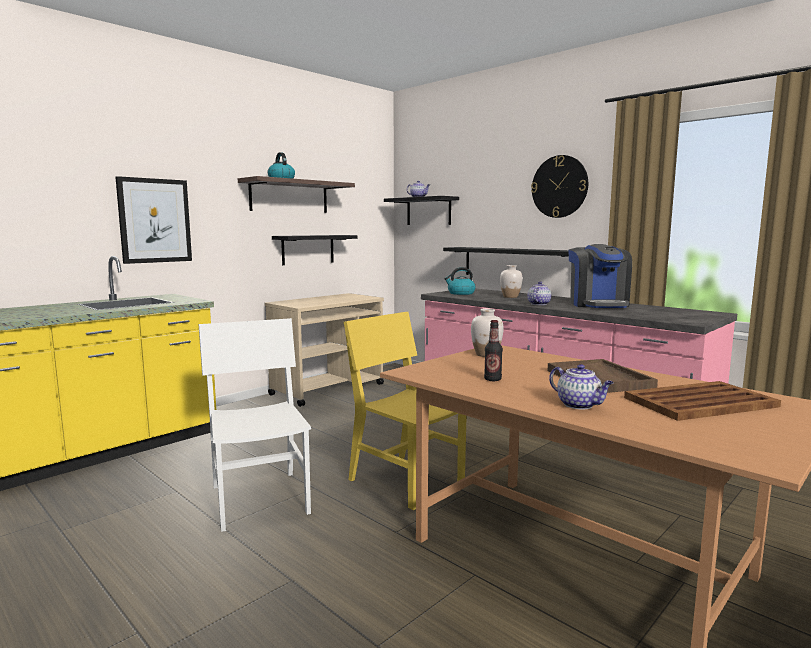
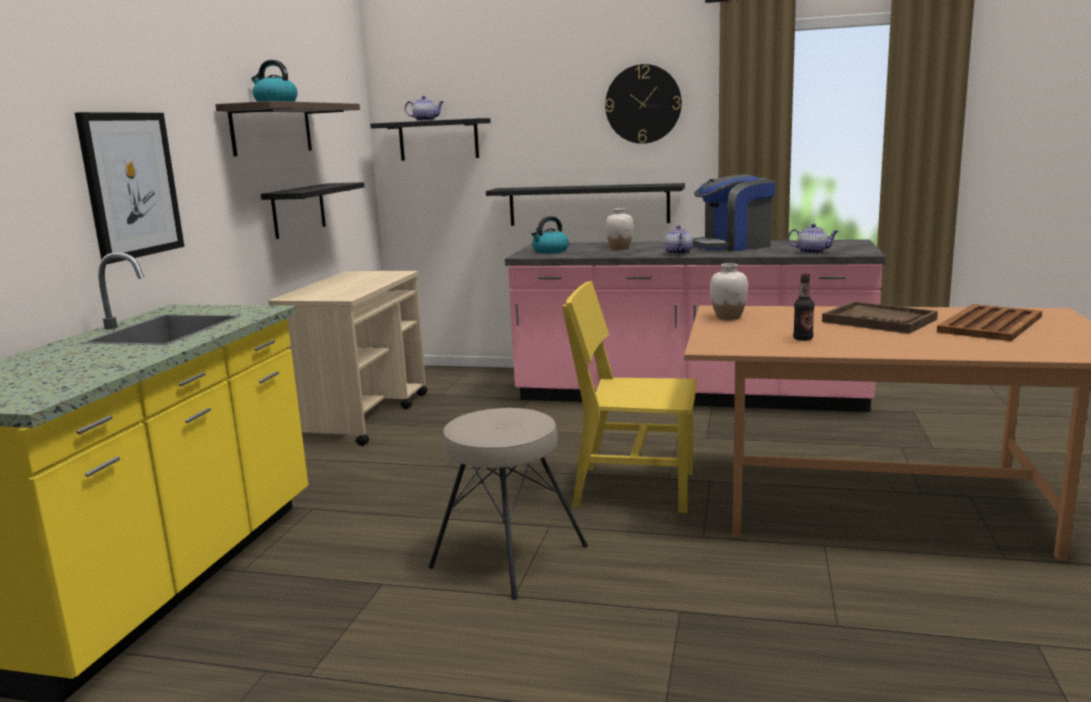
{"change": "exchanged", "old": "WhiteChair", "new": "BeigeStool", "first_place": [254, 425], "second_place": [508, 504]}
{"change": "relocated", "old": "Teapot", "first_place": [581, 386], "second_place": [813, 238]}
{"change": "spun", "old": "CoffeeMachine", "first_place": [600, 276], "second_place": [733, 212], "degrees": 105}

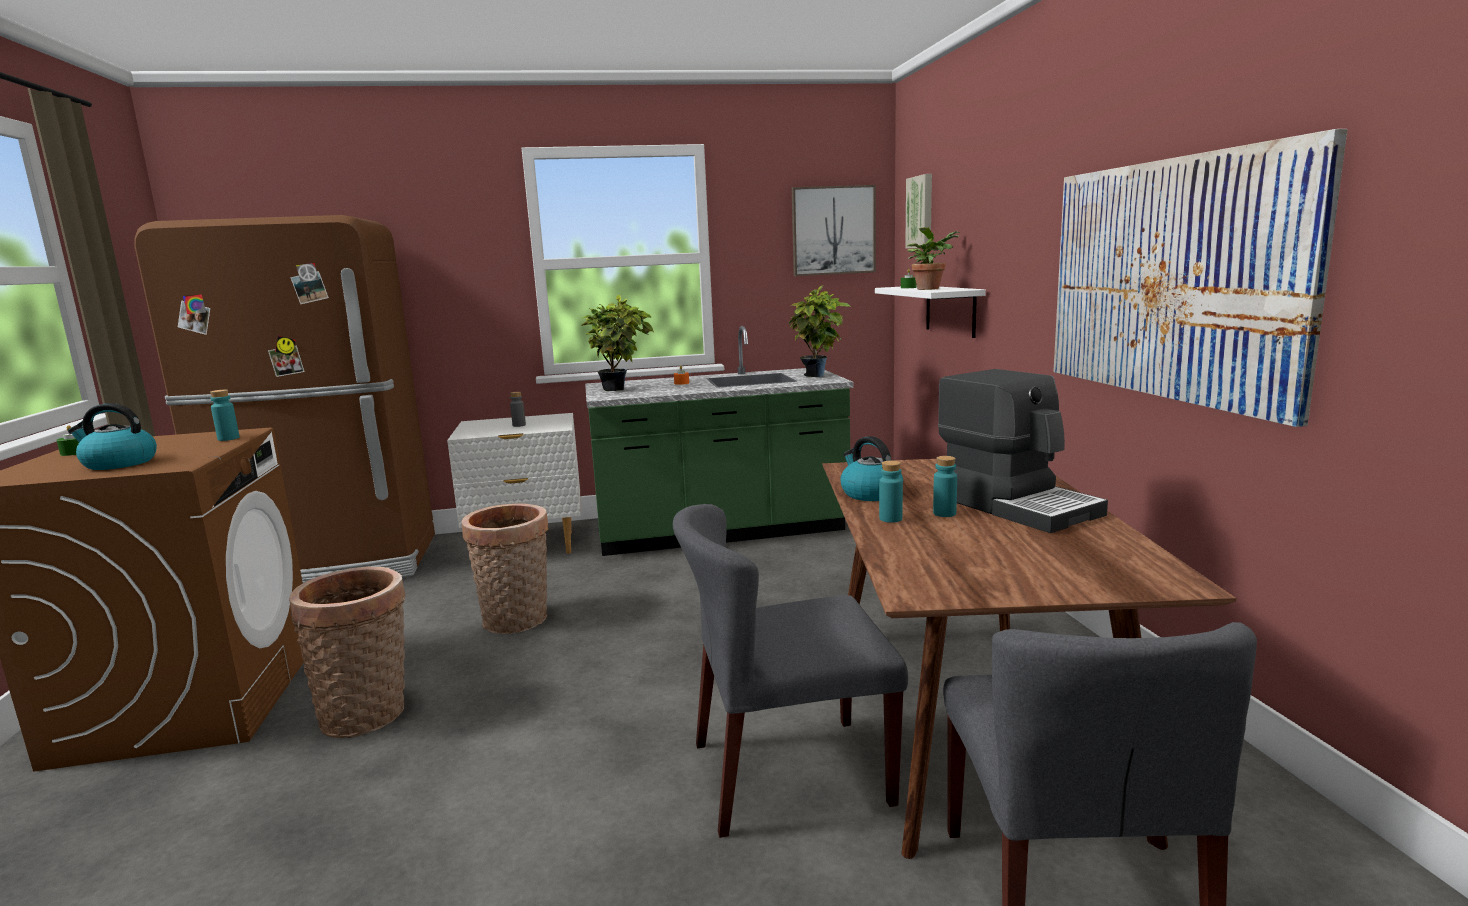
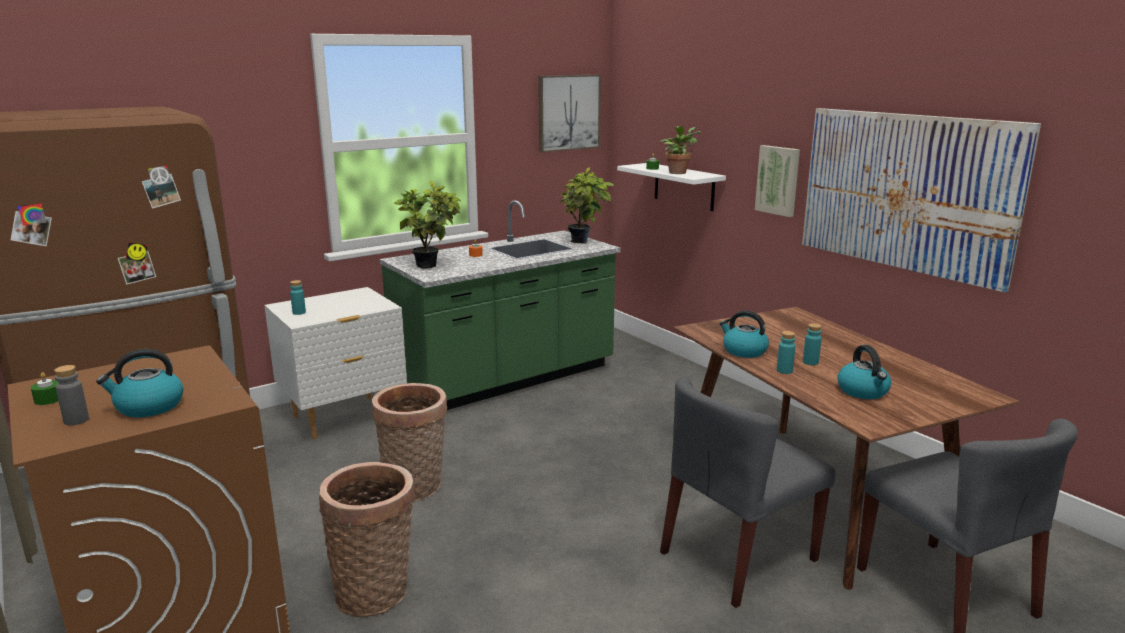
{"change": "relocated", "old": "TurquoiseBottle", "first_place": [224, 415], "second_place": [298, 297]}
{"change": "relocated", "old": "GreyBottle", "first_place": [518, 409], "second_place": [71, 395]}
{"change": "relocated", "old": "Picture", "first_place": [918, 211], "second_place": [777, 181]}
{"change": "missing", "old": "CoffeeMachine", "first_place": [1023, 451]}
{"change": "appeared", "new": "Kettle", "second_place": [864, 372]}

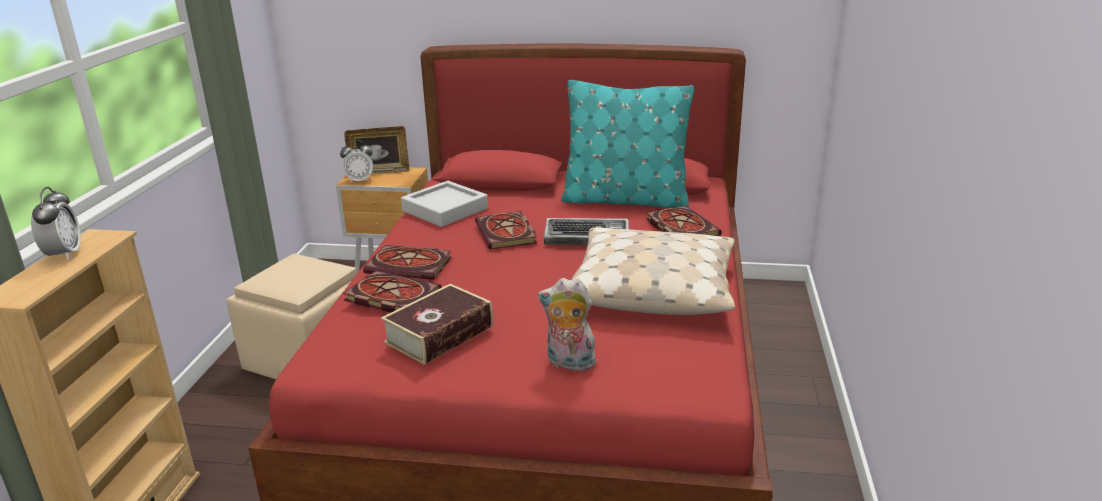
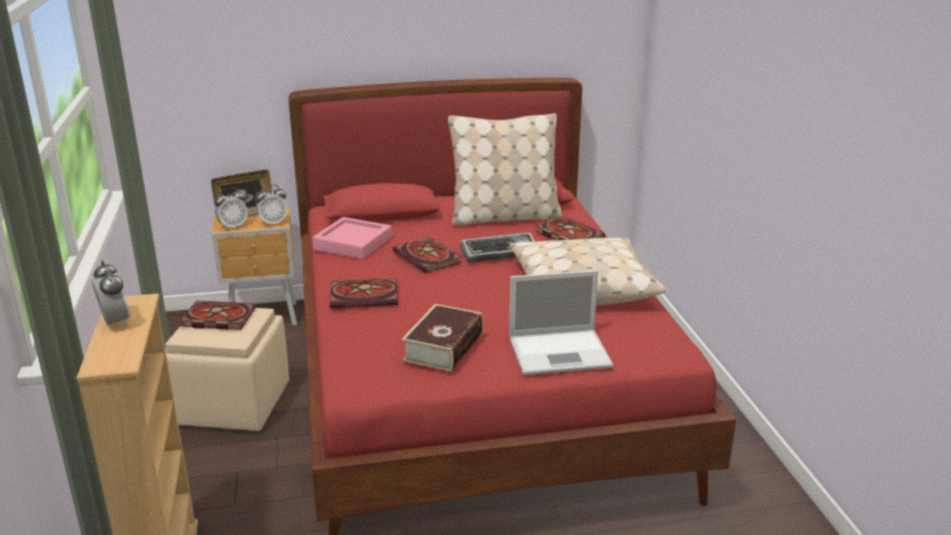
{"change": "relocated", "old": "Book", "first_place": [392, 291], "second_place": [218, 315]}
{"change": "colour", "old": "GreyTray", "new": "PinkTray", "first_place": [444, 204], "second_place": [352, 238]}
{"change": "exchanged", "old": "PlushToy", "new": "Laptop", "first_place": [568, 324], "second_place": [561, 322]}
{"change": "colour", "old": "TurquoisePillow", "new": "BeigePillow", "first_place": [627, 144], "second_place": [505, 169]}
{"change": "appeared", "new": "AlarmClock", "second_place": [271, 205]}

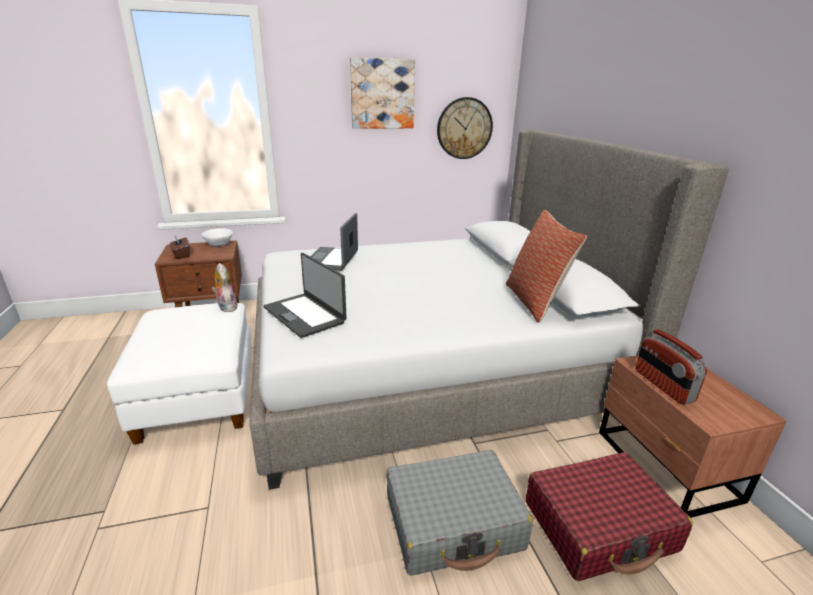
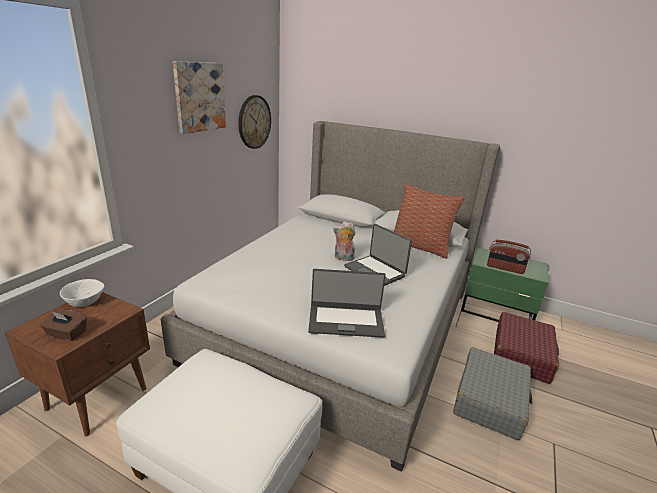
{"change": "relocated", "old": "PlushToy", "first_place": [225, 287], "second_place": [344, 241]}
{"change": "relocated", "old": "Laptop", "first_place": [334, 241], "second_place": [378, 255]}
{"change": "colour", "old": "BrownNightstand", "new": "GreenNightstand", "first_place": [693, 436], "second_place": [504, 285]}

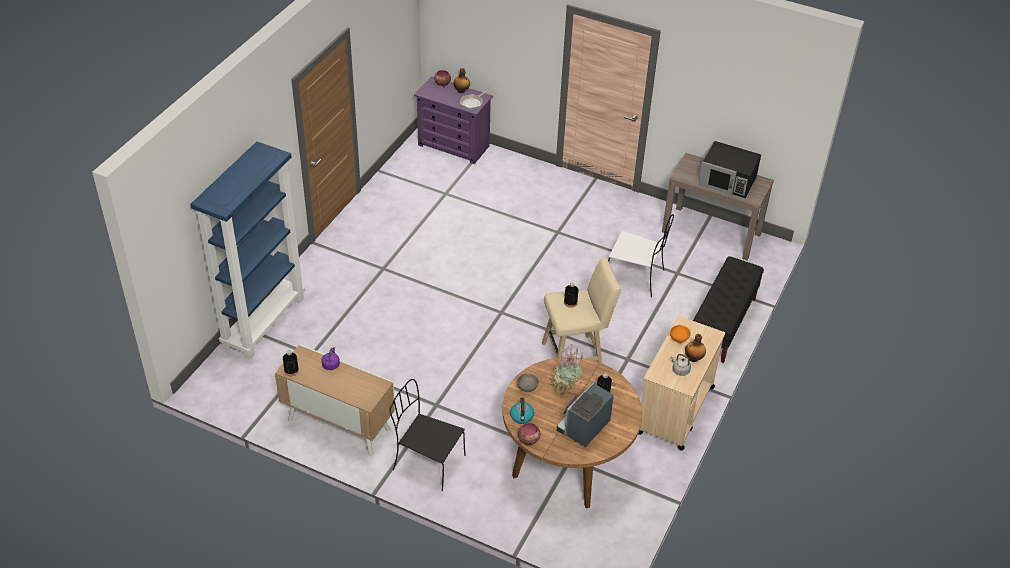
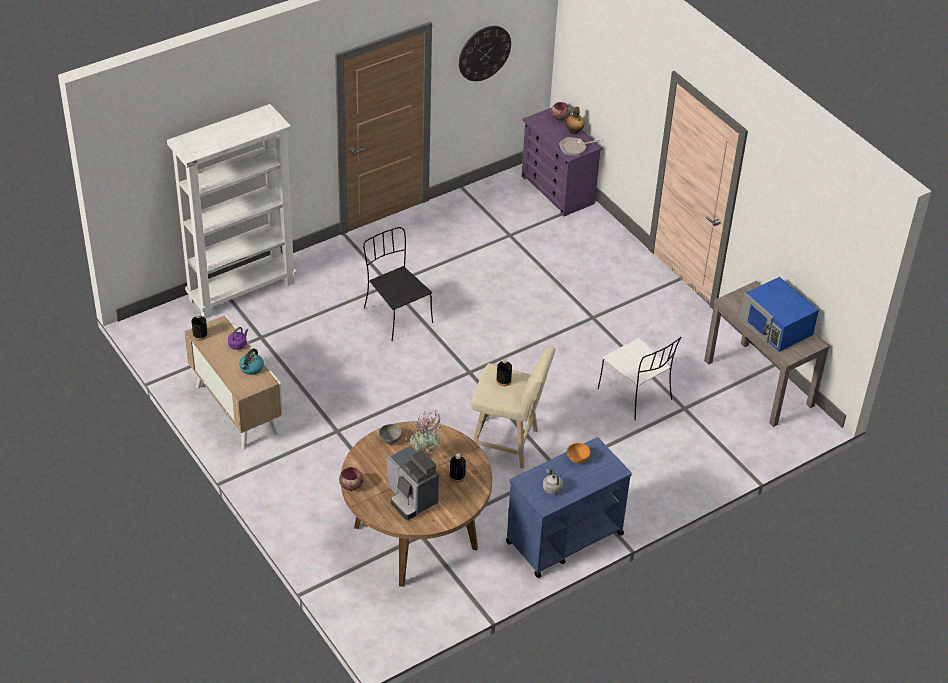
{"change": "colour", "old": "BlueBookcase", "new": "WhiteBookcase", "first_place": [247, 250], "second_place": [232, 211]}
{"change": "relocated", "old": "BlackChair", "first_place": [427, 435], "second_place": [398, 284]}
{"change": "relocated", "old": "Kettle", "first_place": [522, 411], "second_place": [251, 361]}
{"change": "spun", "old": "CoffeeMachine", "first_place": [585, 414], "second_place": [413, 483], "degrees": -105}
{"change": "colour", "old": "BeigeCart", "new": "BlueCart", "first_place": [681, 383], "second_place": [569, 507]}
{"change": "missing", "old": "Bottle", "first_place": [695, 348]}
{"change": "missing", "old": "BlackBench", "first_place": [728, 309]}
{"change": "colour", "old": "BlackMicrowave", "new": "BlueMicrowave", "first_place": [729, 169], "second_place": [779, 314]}
{"change": "appeared", "new": "WallClock", "second_place": [485, 53]}

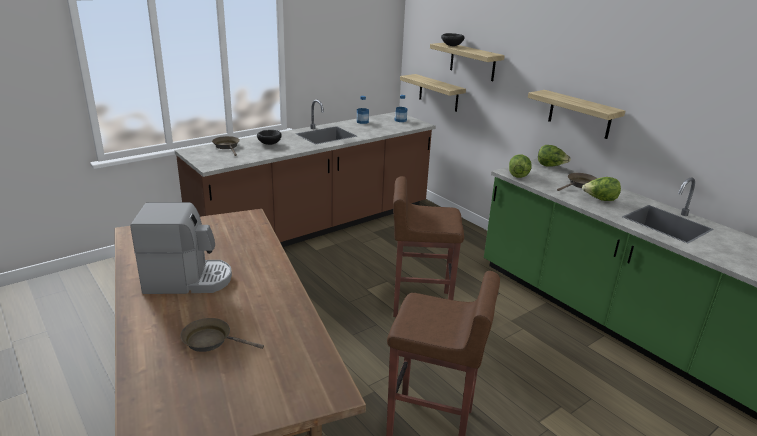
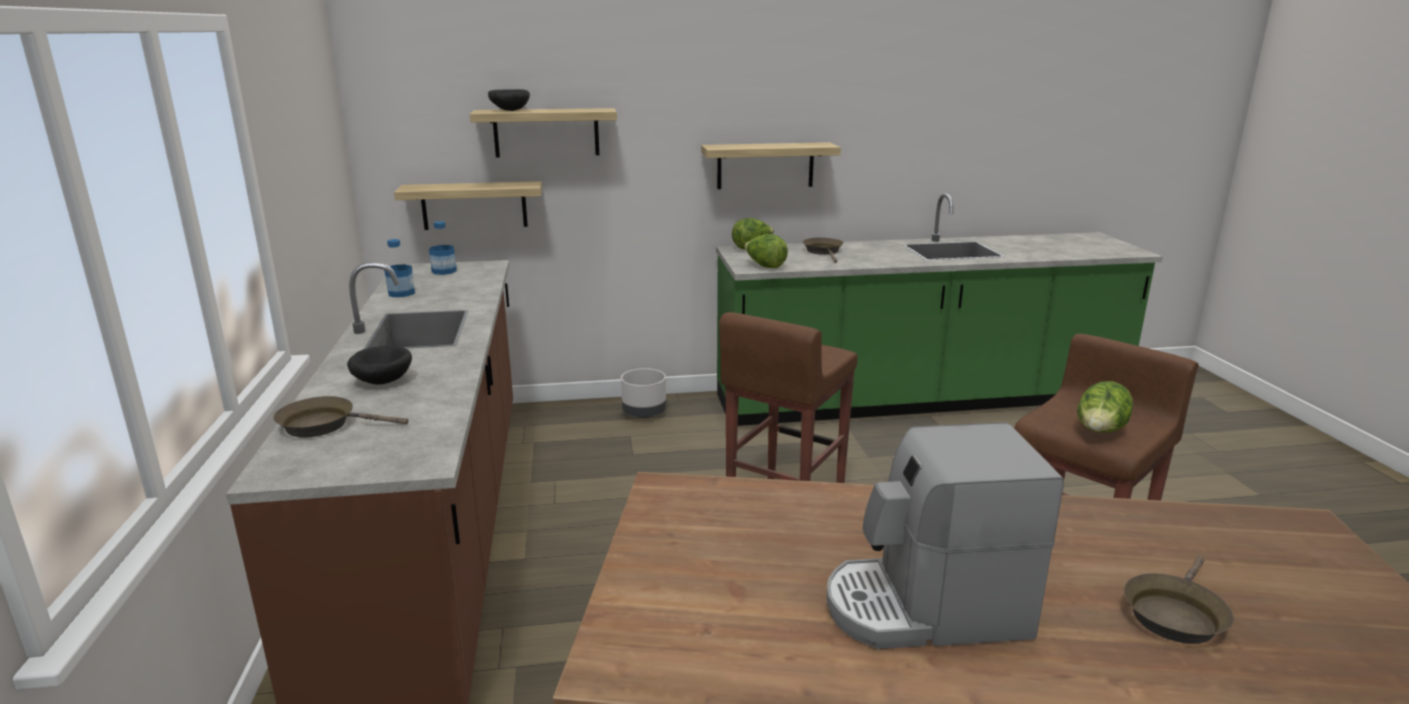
{"change": "spun", "old": "CoffeeMachine", "first_place": [181, 248], "second_place": [945, 535], "degrees": -120}
{"change": "relocated", "old": "Lettuce", "first_place": [601, 189], "second_place": [1105, 407]}
{"change": "appeared", "new": "GreyPlanter", "second_place": [643, 393]}

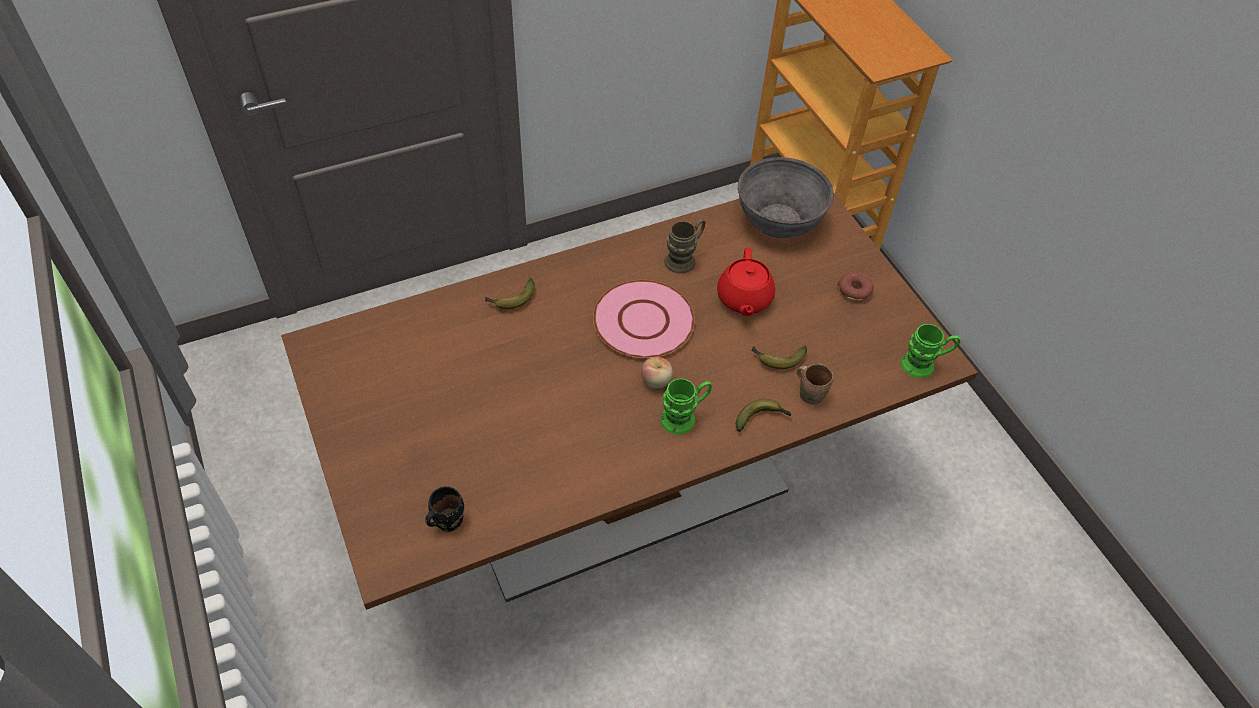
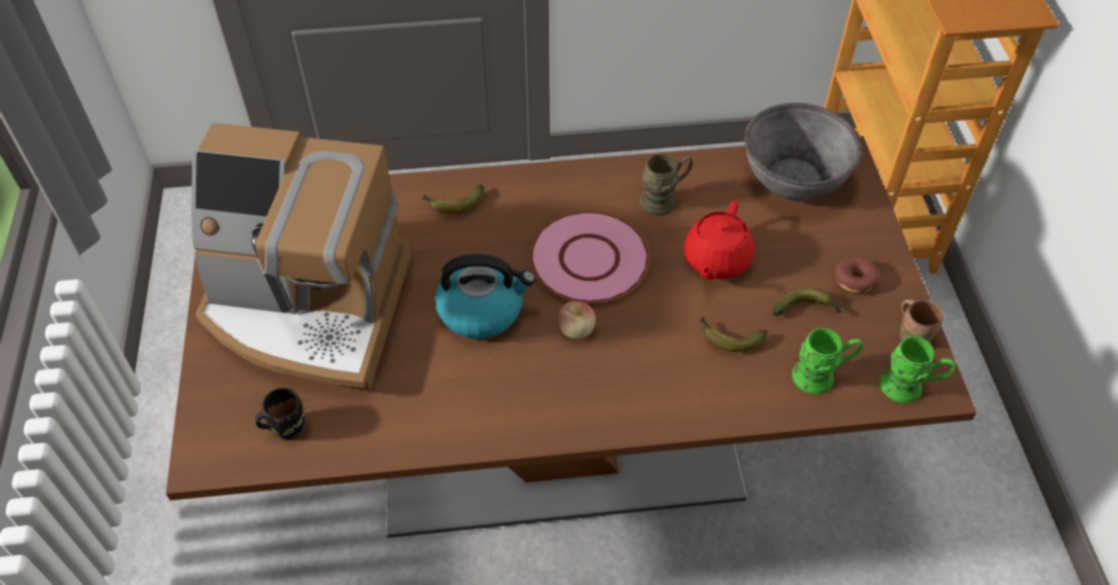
{"change": "relocated", "old": "GreenMug", "first_place": [686, 406], "second_place": [827, 361]}
{"change": "relocated", "old": "Banana", "first_place": [764, 415], "second_place": [807, 301]}
{"change": "relocated", "old": "BrownMug", "first_place": [815, 384], "second_place": [922, 320]}
{"change": "appeared", "new": "CoffeeMachine", "second_place": [301, 257]}
{"change": "appeared", "new": "Kettle", "second_place": [485, 296]}

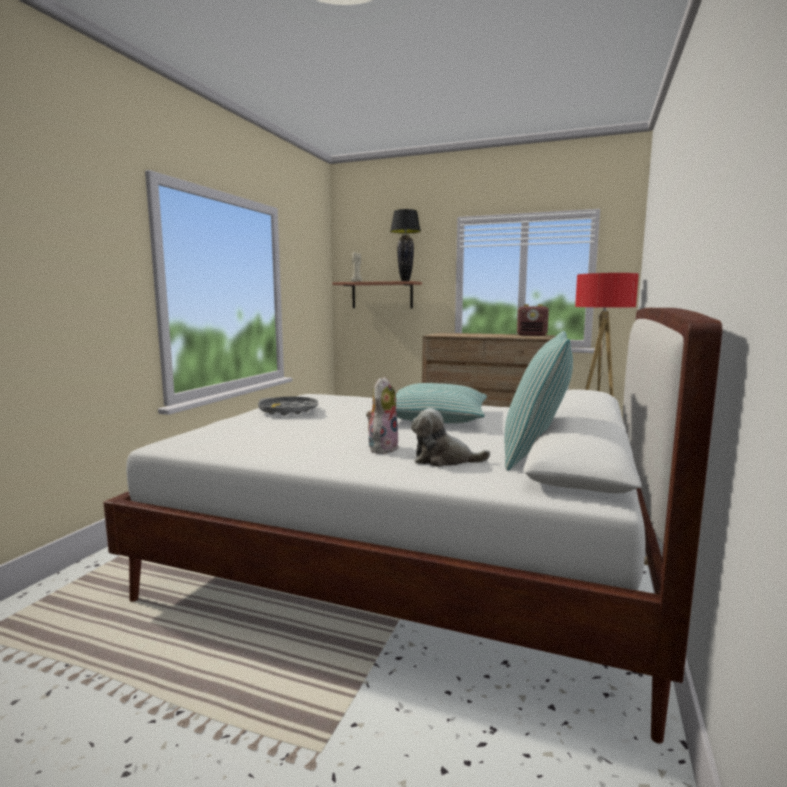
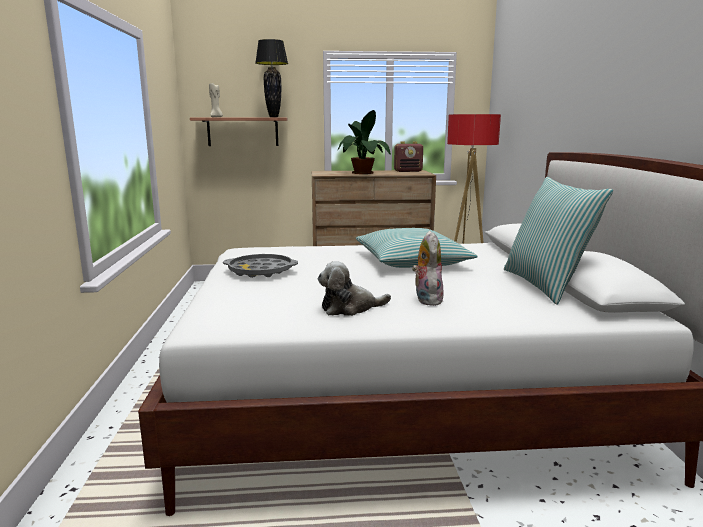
{"change": "relocated", "old": "PlushToy", "first_place": [450, 437], "second_place": [354, 288]}
{"change": "appeared", "new": "PottedPlant", "second_place": [364, 142]}

